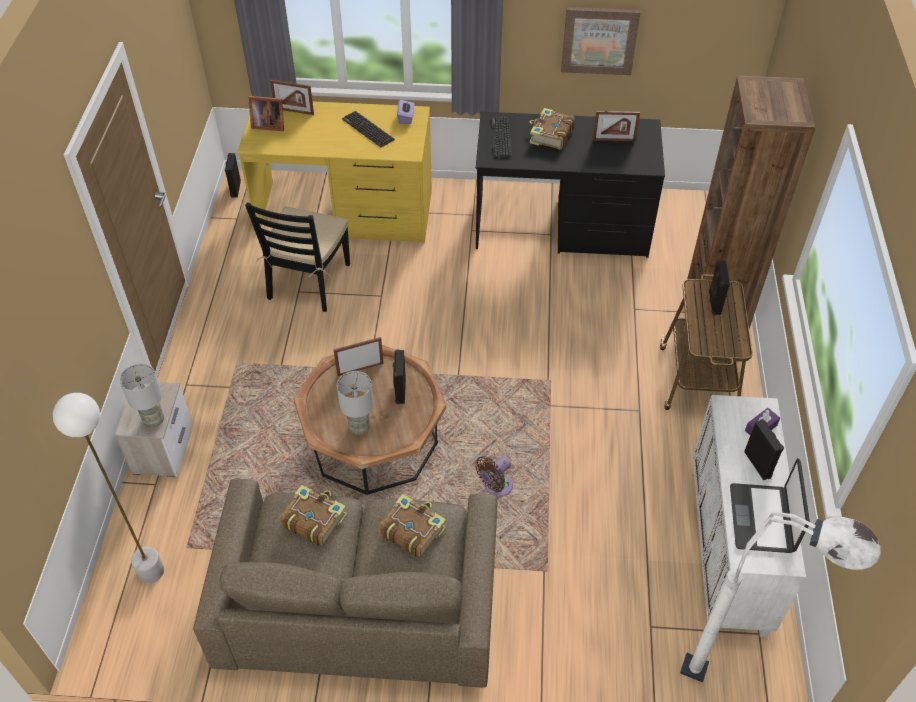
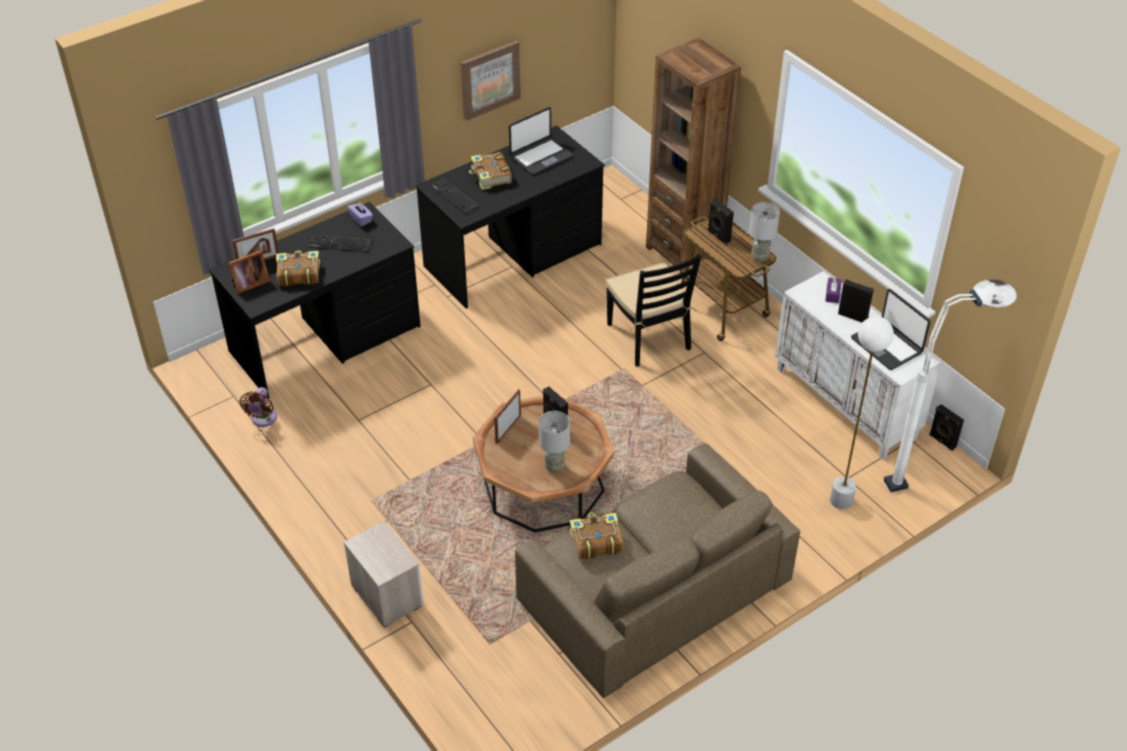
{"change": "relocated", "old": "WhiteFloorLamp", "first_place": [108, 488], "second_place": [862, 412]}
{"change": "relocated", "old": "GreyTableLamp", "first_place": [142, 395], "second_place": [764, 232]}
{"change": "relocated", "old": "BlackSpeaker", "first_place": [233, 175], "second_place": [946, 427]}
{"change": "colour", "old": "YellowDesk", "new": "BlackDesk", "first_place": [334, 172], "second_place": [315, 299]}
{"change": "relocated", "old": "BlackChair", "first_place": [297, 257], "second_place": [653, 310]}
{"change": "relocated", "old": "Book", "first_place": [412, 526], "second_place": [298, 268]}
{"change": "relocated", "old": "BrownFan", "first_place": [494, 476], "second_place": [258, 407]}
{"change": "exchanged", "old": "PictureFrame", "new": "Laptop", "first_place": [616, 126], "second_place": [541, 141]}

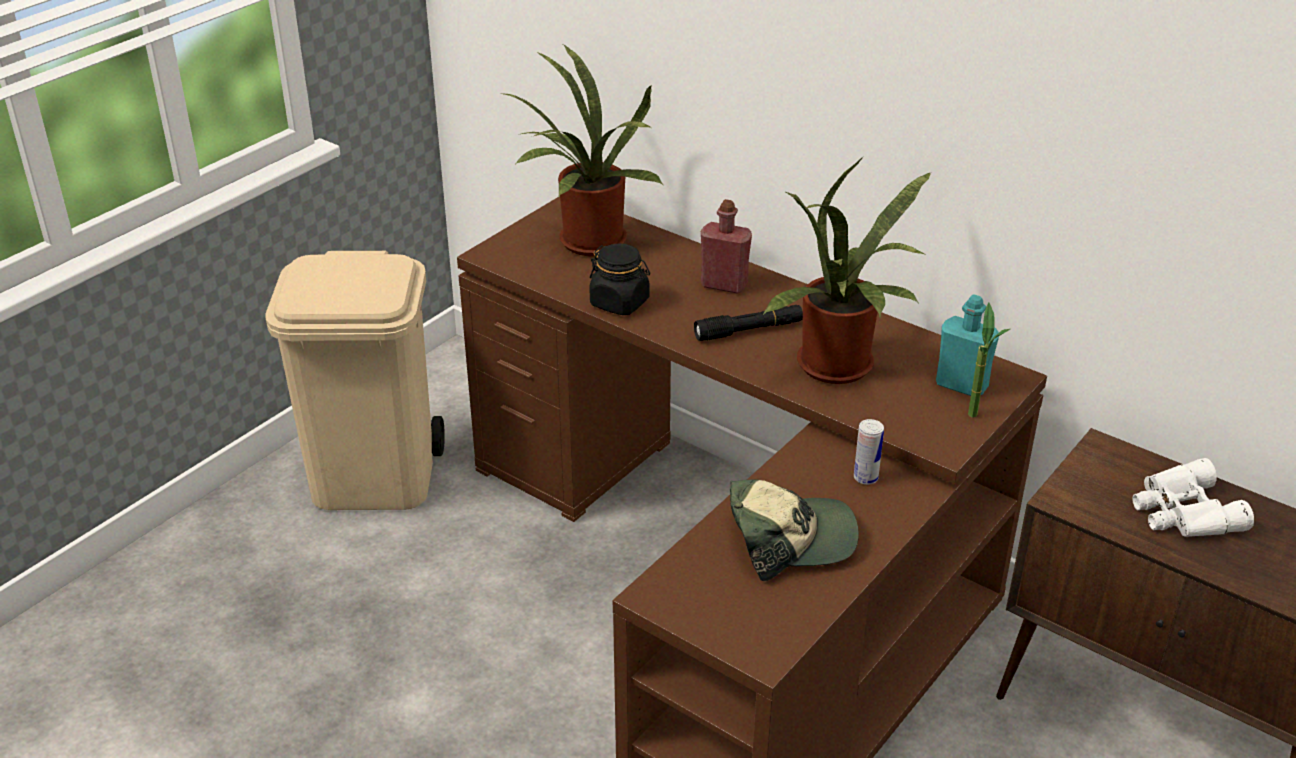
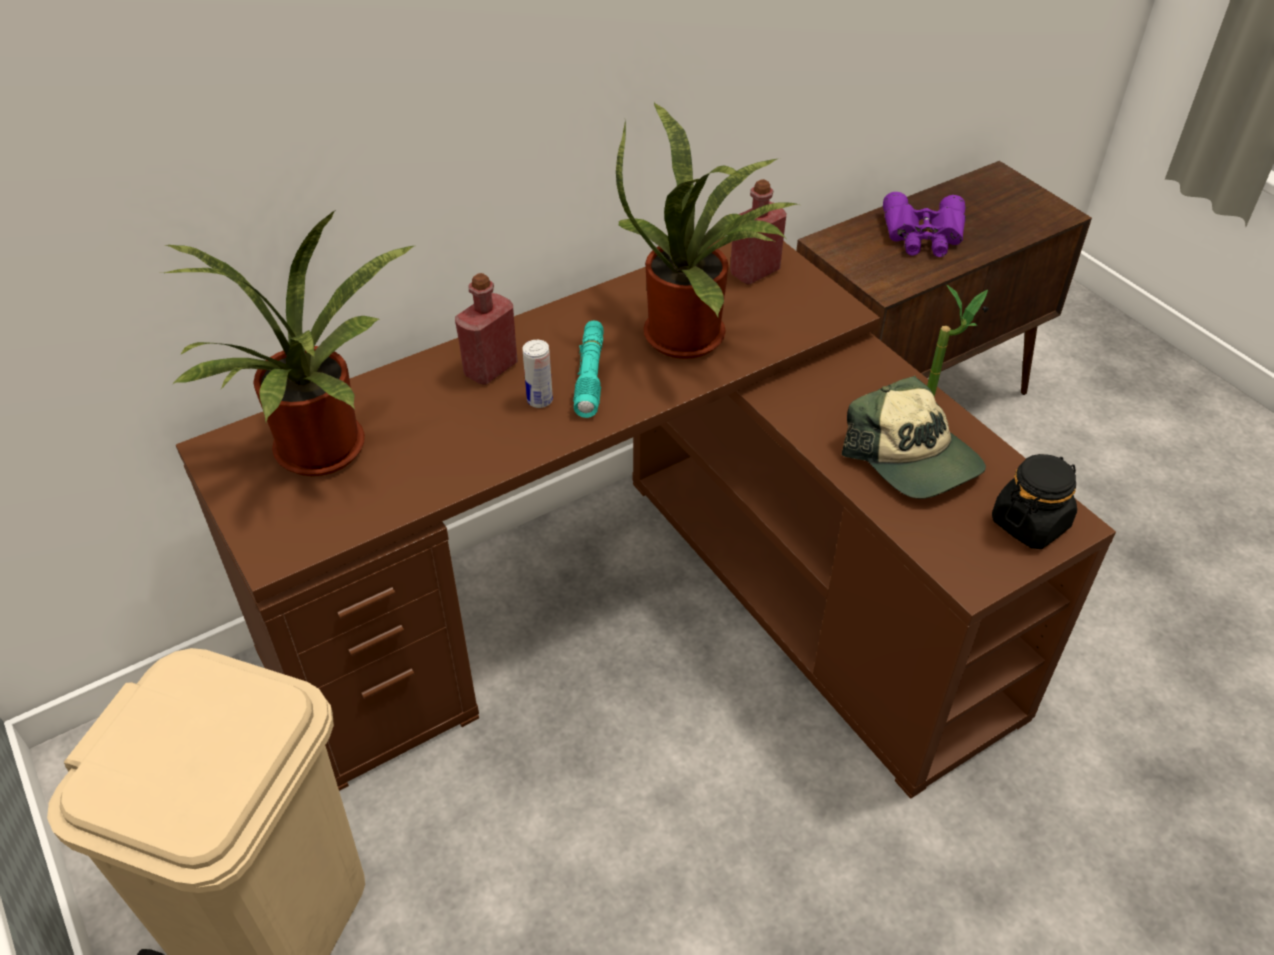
{"change": "relocated", "old": "BlackJar", "first_place": [619, 279], "second_place": [1034, 501]}
{"change": "colour", "old": "BlackFlashlight", "new": "TurquoiseFlashlight", "first_place": [748, 323], "second_place": [588, 369]}
{"change": "spun", "old": "Cap", "first_place": [794, 530], "second_place": [914, 437], "degrees": 135}
{"change": "relocated", "old": "Can", "first_place": [869, 452], "second_place": [538, 374]}
{"change": "colour", "old": "TurquoiseBottle", "new": "RedBottle", "first_place": [967, 345], "second_place": [758, 232]}
{"change": "relocated", "old": "PottedPlant", "first_place": [989, 360], "second_place": [957, 341]}
{"change": "colour", "old": "WhiteBinoculars", "new": "PurpleBinoculars", "first_place": [1193, 497], "second_place": [924, 224]}

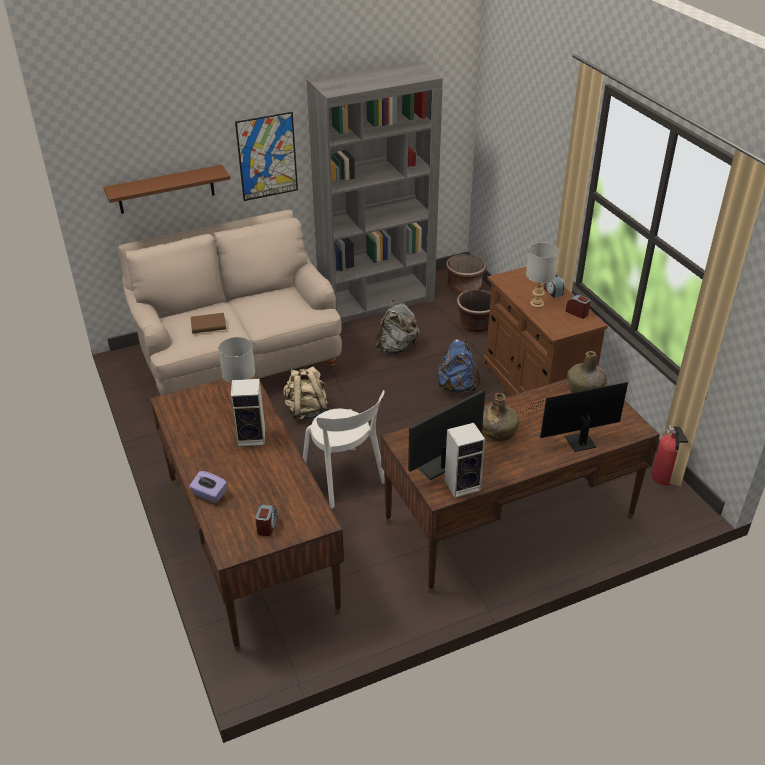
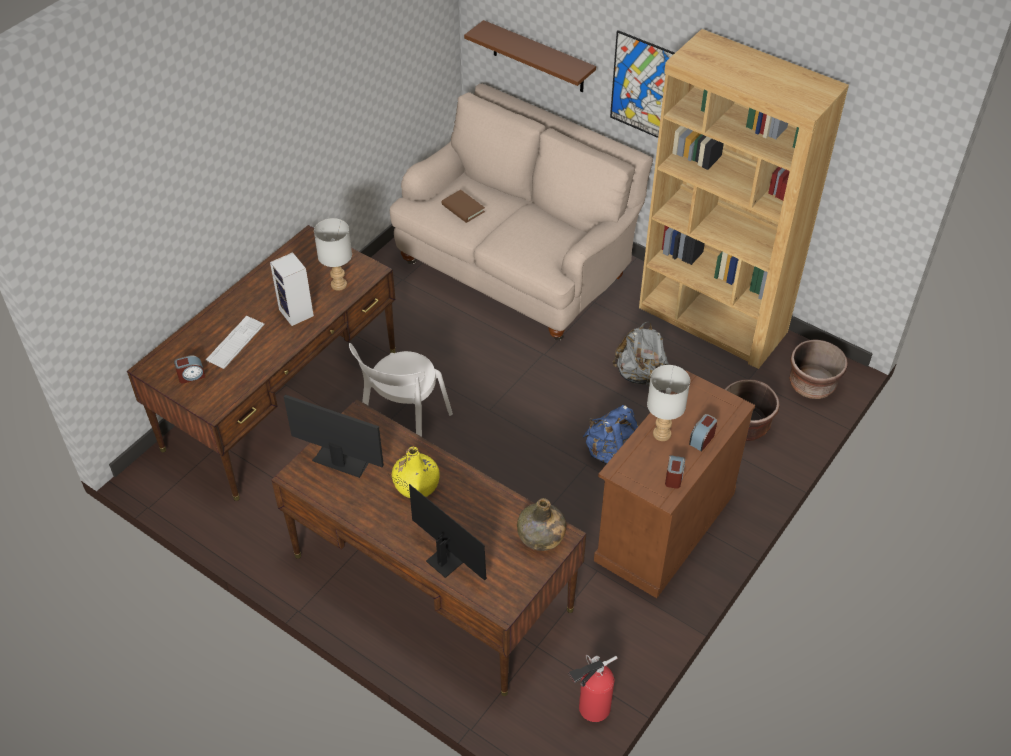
{"change": "missing", "old": "PurpleTissueBox", "first_place": [208, 487]}
{"change": "missing", "old": "BeigeBackpack", "first_place": [307, 393]}
{"change": "colour", "old": "GreyBookcase", "new": "BrownBookcase", "first_place": [374, 192], "second_place": [744, 199]}
{"change": "missing", "old": "Speaker", "first_place": [464, 460]}
{"change": "colour", "old": "GreenBottle", "new": "YellowBottle", "first_place": [500, 417], "second_place": [415, 472]}
{"change": "appeared", "new": "Keyboard", "second_place": [235, 342]}

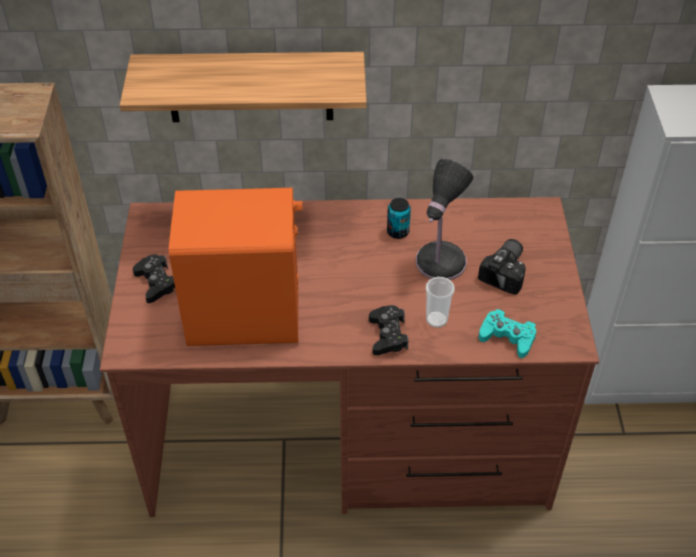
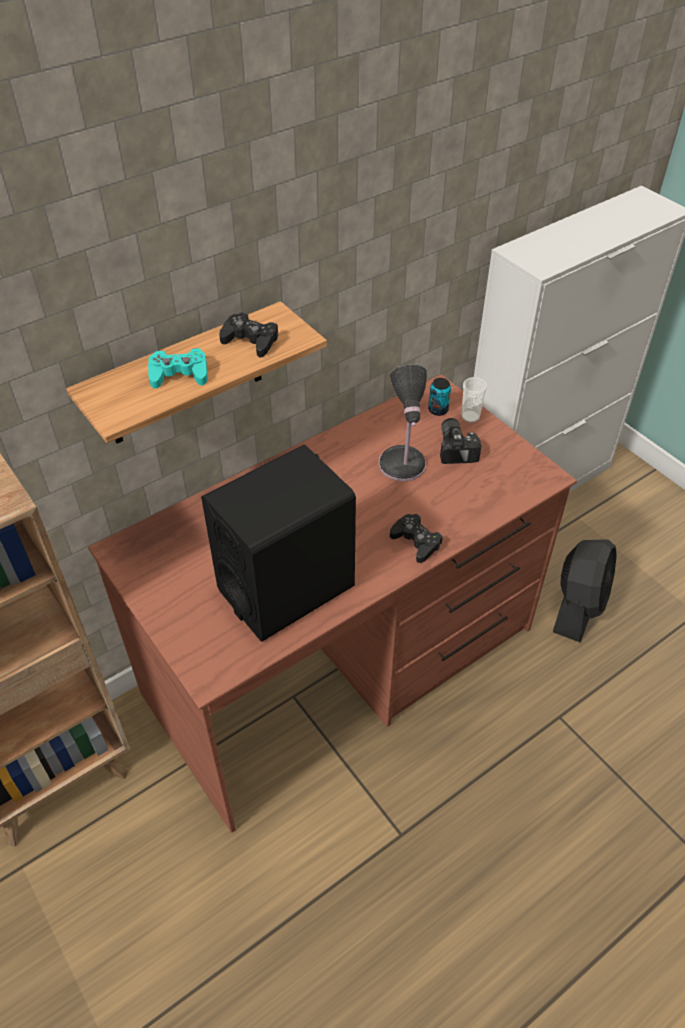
{"change": "relocated", "old": "BlackGameController", "first_place": [154, 278], "second_place": [248, 335]}
{"change": "colour", "old": "OrangeSpeaker", "new": "BlackSpeaker", "first_place": [236, 267], "second_place": [278, 543]}
{"change": "relocated", "old": "Can", "first_place": [399, 218], "second_place": [439, 397]}
{"change": "relocated", "old": "Cup", "first_place": [440, 302], "second_place": [474, 400]}
{"change": "relocated", "old": "TurquoiseGameController", "first_place": [507, 333], "second_place": [178, 368]}
{"change": "appeared", "new": "BlackFan", "second_place": [585, 591]}

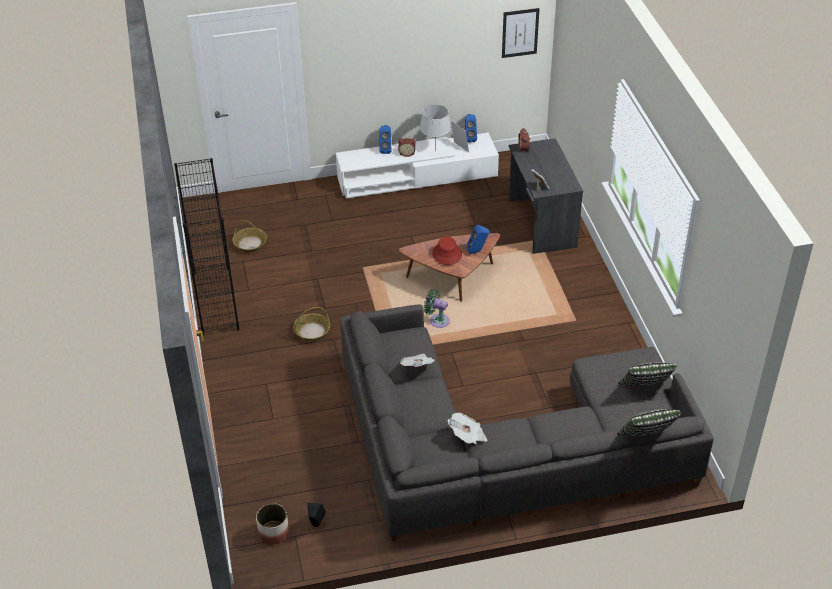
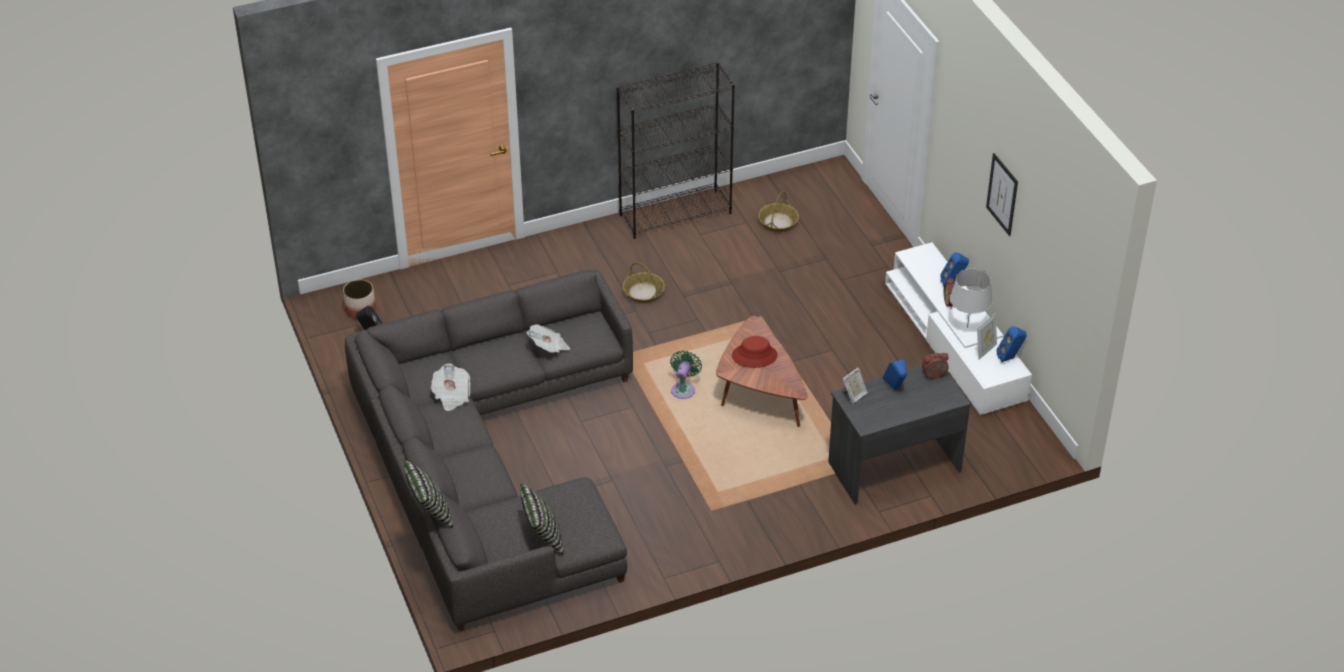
{"change": "relocated", "old": "BlueSpeaker", "first_place": [478, 239], "second_place": [895, 374]}
{"change": "relocated", "old": "Picture", "first_place": [521, 33], "second_place": [1002, 194]}

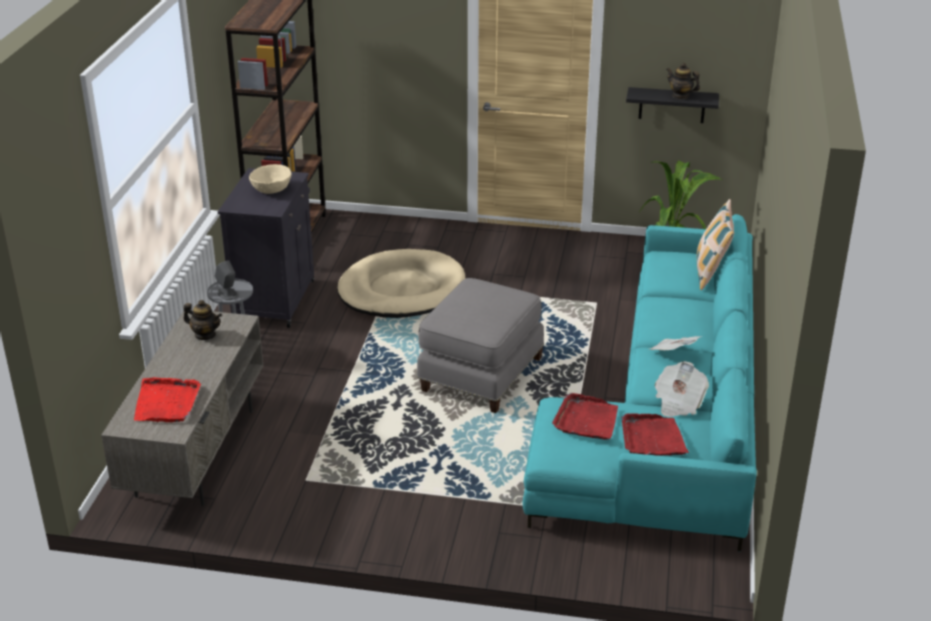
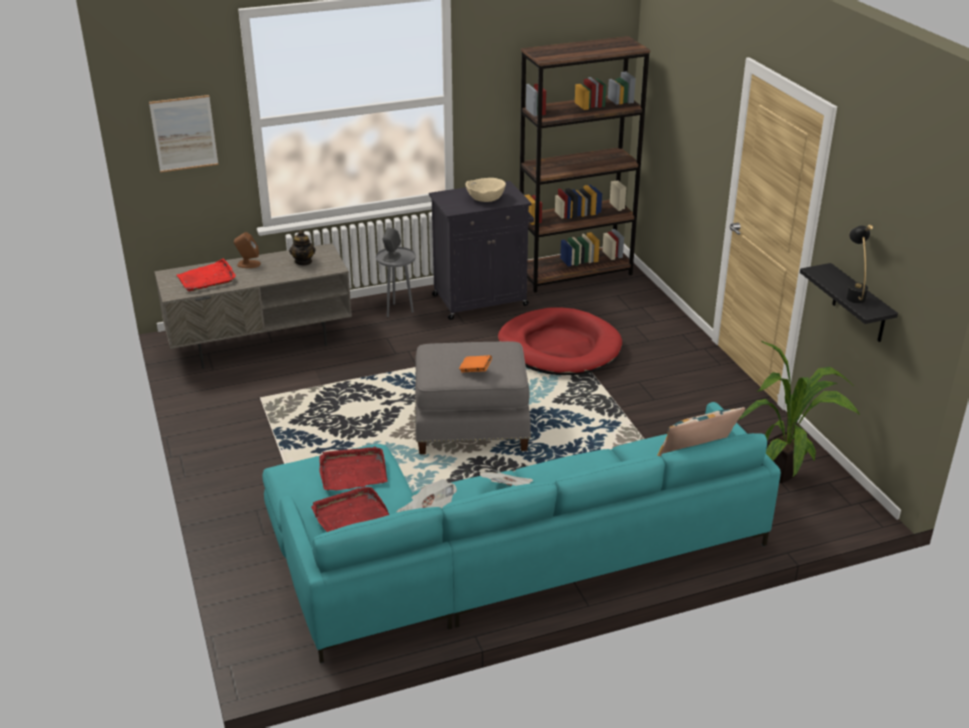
{"change": "colour", "old": "BeigeDogBed", "new": "RedDogBed", "first_place": [401, 283], "second_place": [560, 341]}
{"change": "exchanged", "old": "Teapot", "new": "BlackTableLamp", "first_place": [683, 81], "second_place": [859, 264]}
{"change": "appeared", "new": "Picture", "second_place": [184, 133]}
{"change": "appeared", "new": "BrownSpeaker", "second_place": [247, 250]}
{"change": "appeared", "new": "OrangeBook", "second_place": [475, 364]}

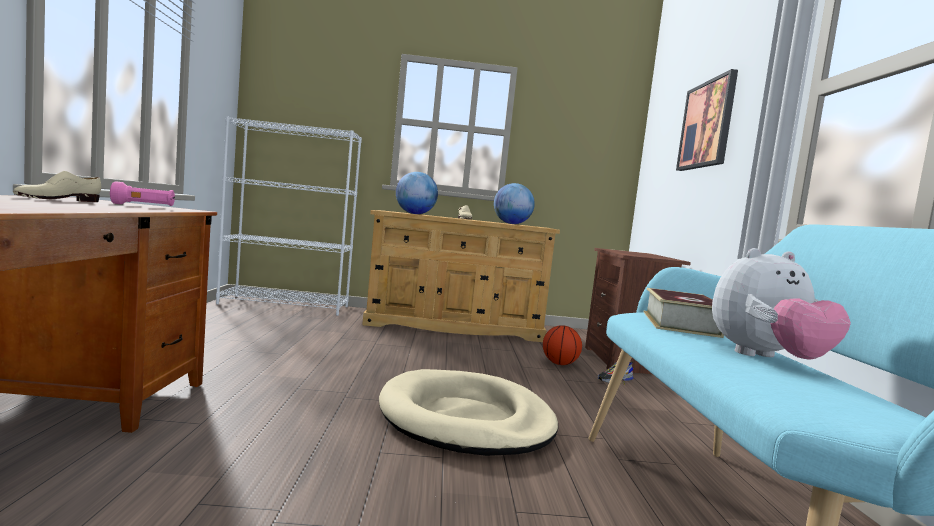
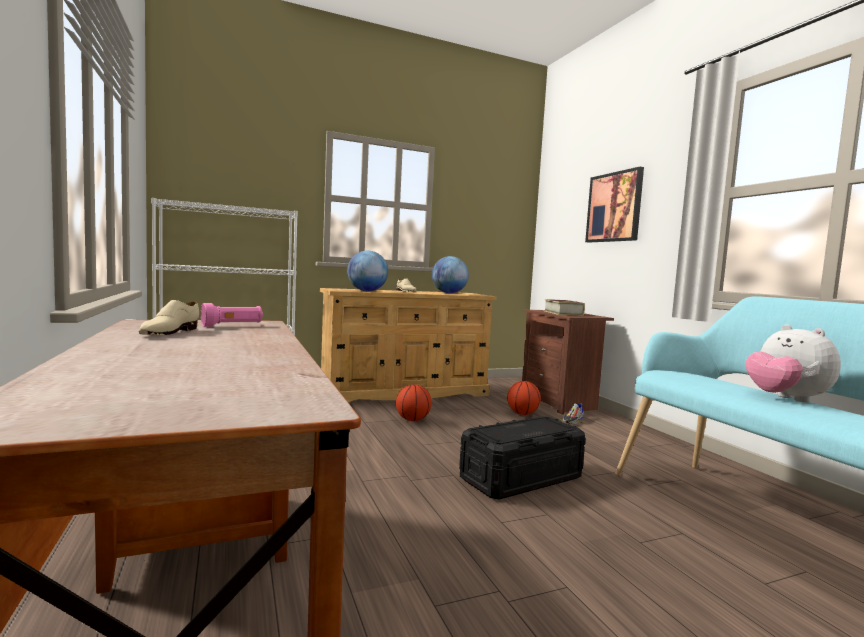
{"change": "exchanged", "old": "BeigeDogBed", "new": "BlackStorageBox", "first_place": [468, 412], "second_place": [522, 458]}
{"change": "relocated", "old": "Book", "first_place": [684, 313], "second_place": [564, 307]}
{"change": "spun", "old": "PlushToy", "first_place": [781, 304], "second_place": [793, 363], "degrees": 105}
{"change": "appeared", "new": "Basketball", "second_place": [414, 402]}

